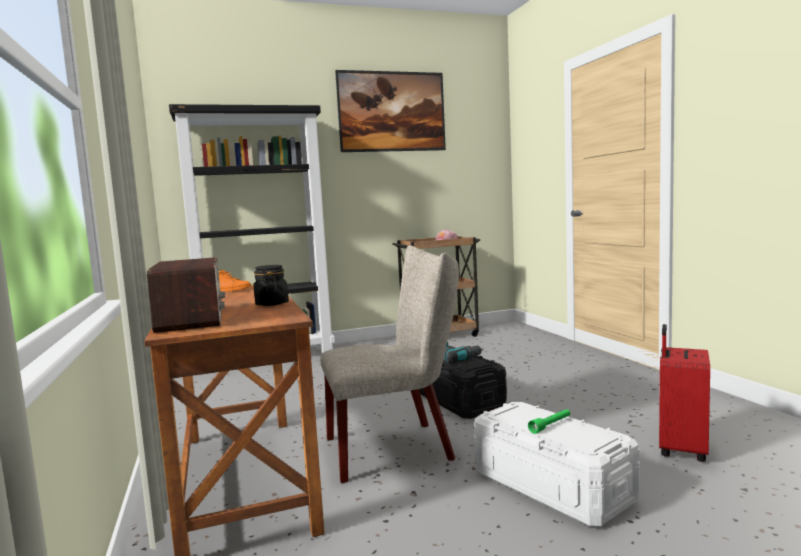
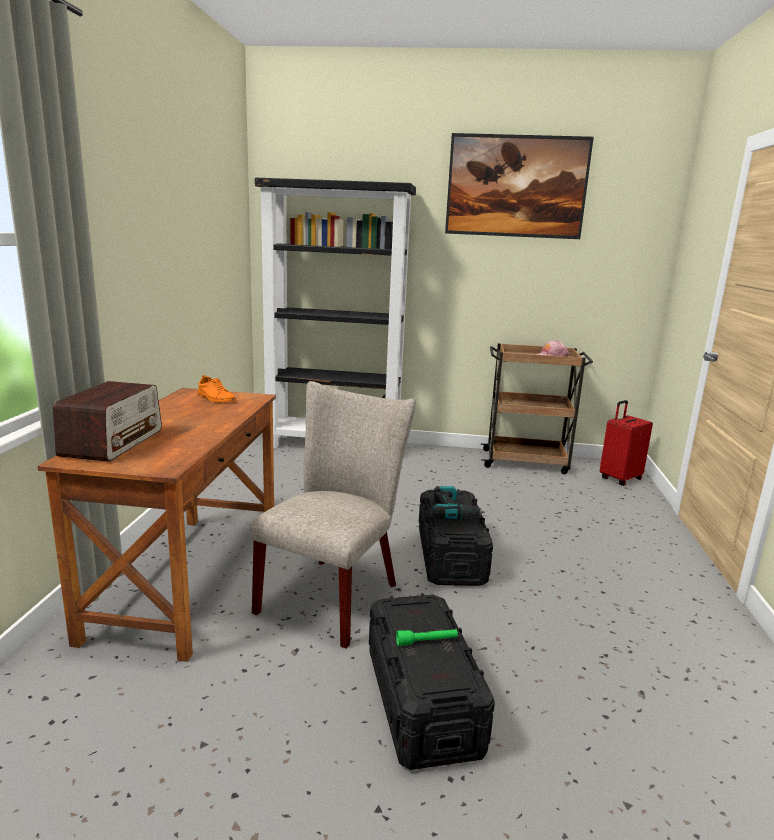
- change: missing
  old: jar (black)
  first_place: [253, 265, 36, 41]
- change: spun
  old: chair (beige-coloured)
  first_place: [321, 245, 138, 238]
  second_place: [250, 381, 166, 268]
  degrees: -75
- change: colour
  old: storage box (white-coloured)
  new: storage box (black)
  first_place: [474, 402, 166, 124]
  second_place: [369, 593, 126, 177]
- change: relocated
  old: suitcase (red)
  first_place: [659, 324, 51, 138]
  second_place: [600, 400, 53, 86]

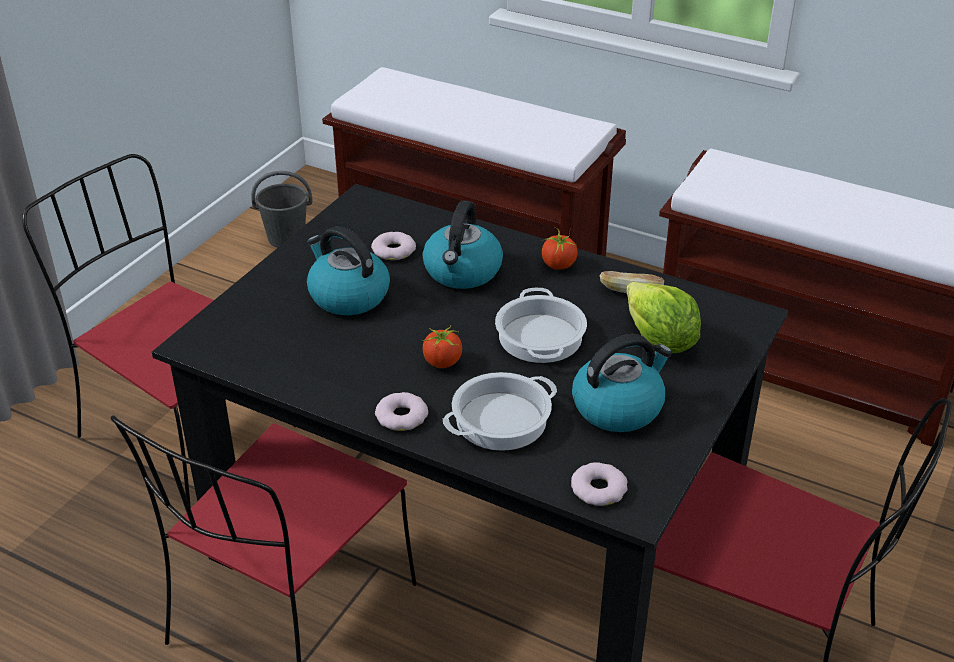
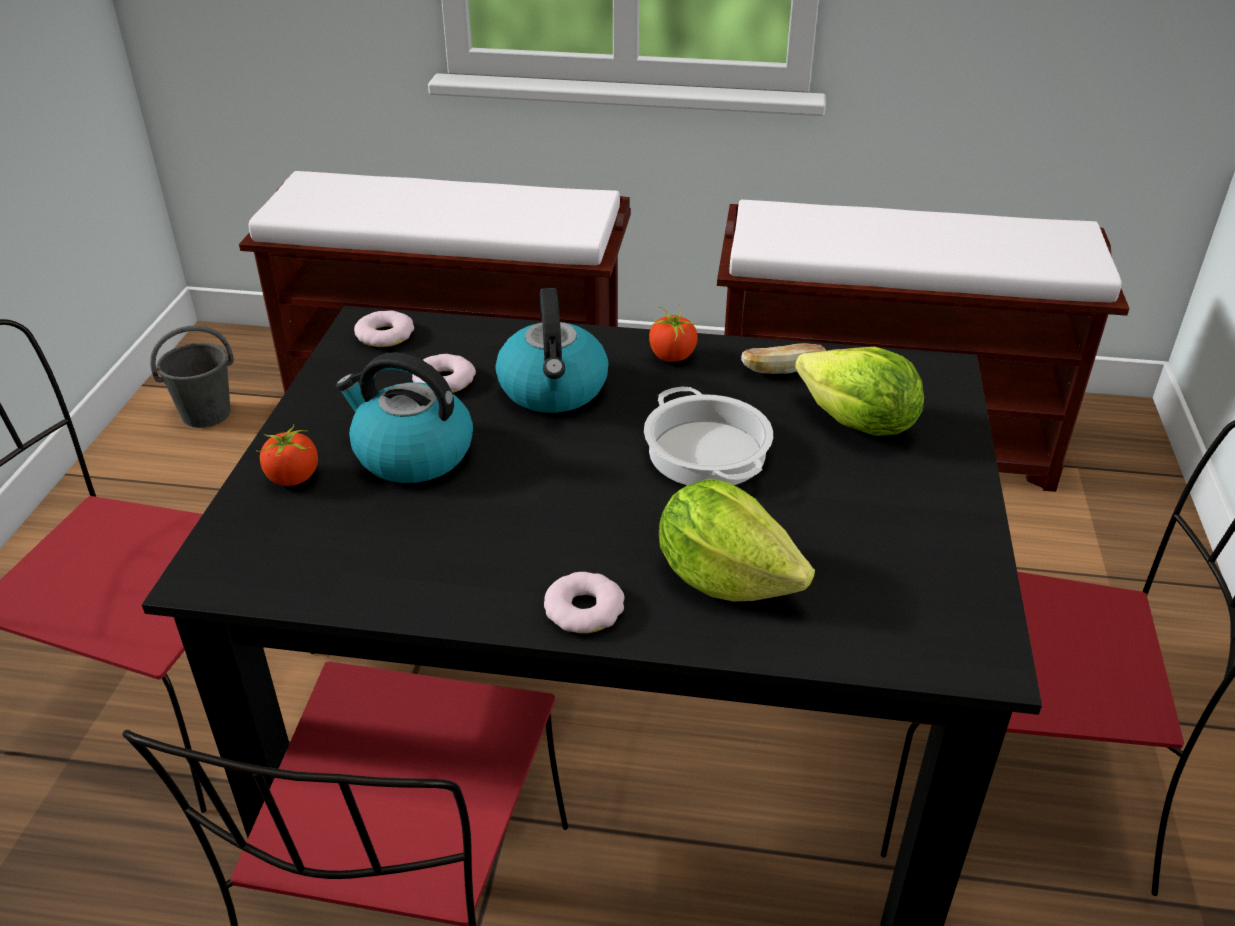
- change: relocated
  old: whole tomato
  first_place: [421, 325, 41, 43]
  second_place: [256, 424, 62, 62]
- change: exchanged
  old: saucepot
  new: lettuce head
  first_place: [442, 372, 115, 79]
  second_place: [659, 479, 156, 123]
- change: relocated
  old: ring doughnut
  first_place: [571, 462, 56, 44]
  second_place: [354, 310, 60, 37]
- change: missing
  old: water kettle
  first_place: [572, 334, 100, 98]

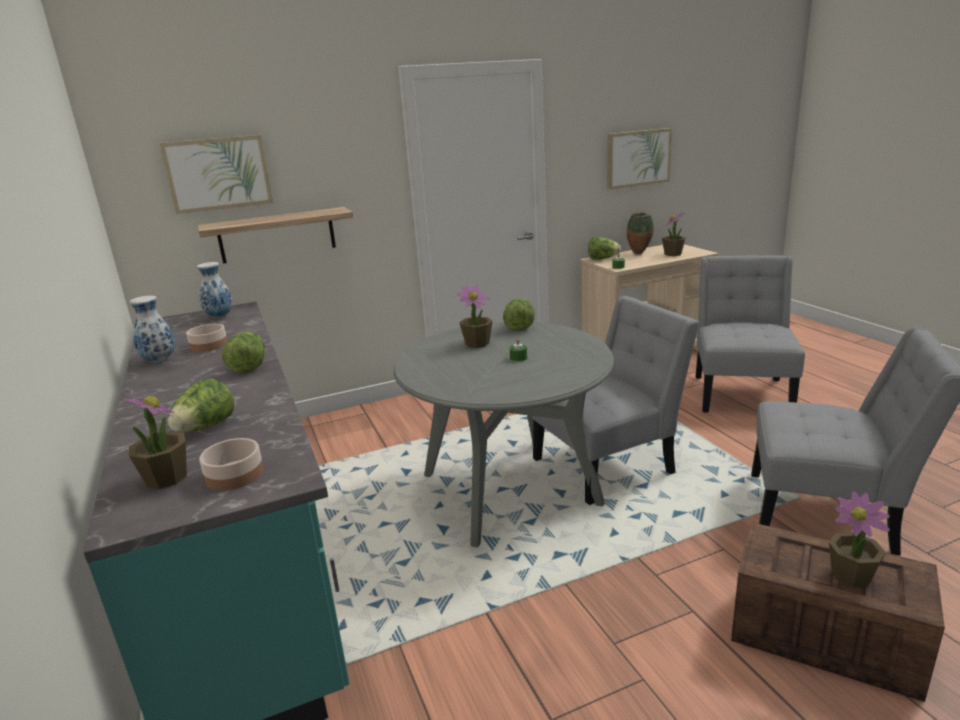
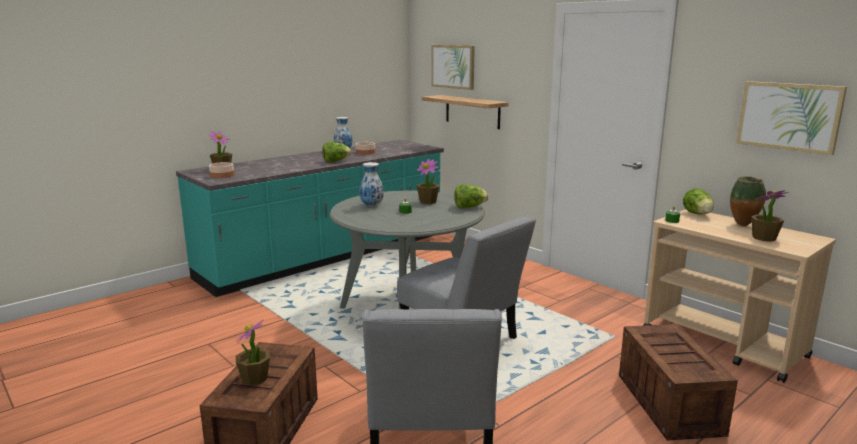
- change: missing
  old: lettuce head
  first_place: [168, 379, 66, 53]
- change: relocated
  old: flower vase
  first_place: [197, 262, 36, 56]
  second_place: [359, 162, 25, 44]
- change: exchanged
  old: chair (grey)
  new: shipping crate
  first_place: [695, 255, 110, 158]
  second_place: [619, 324, 119, 117]

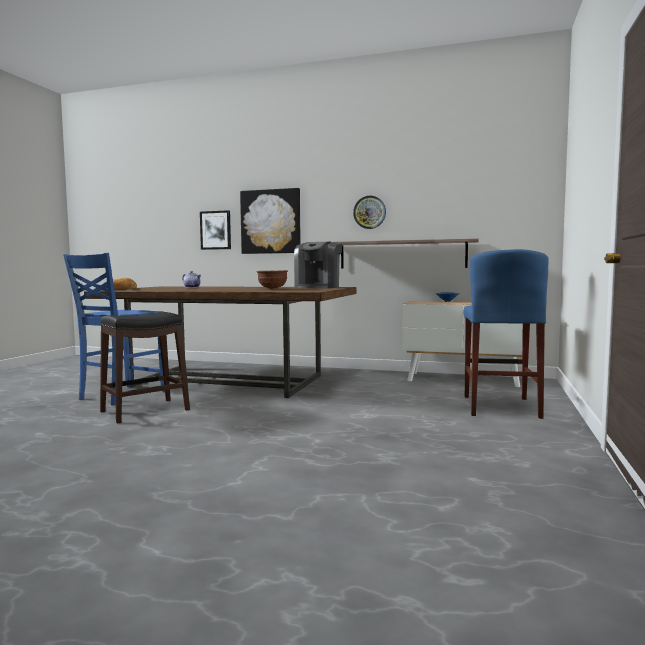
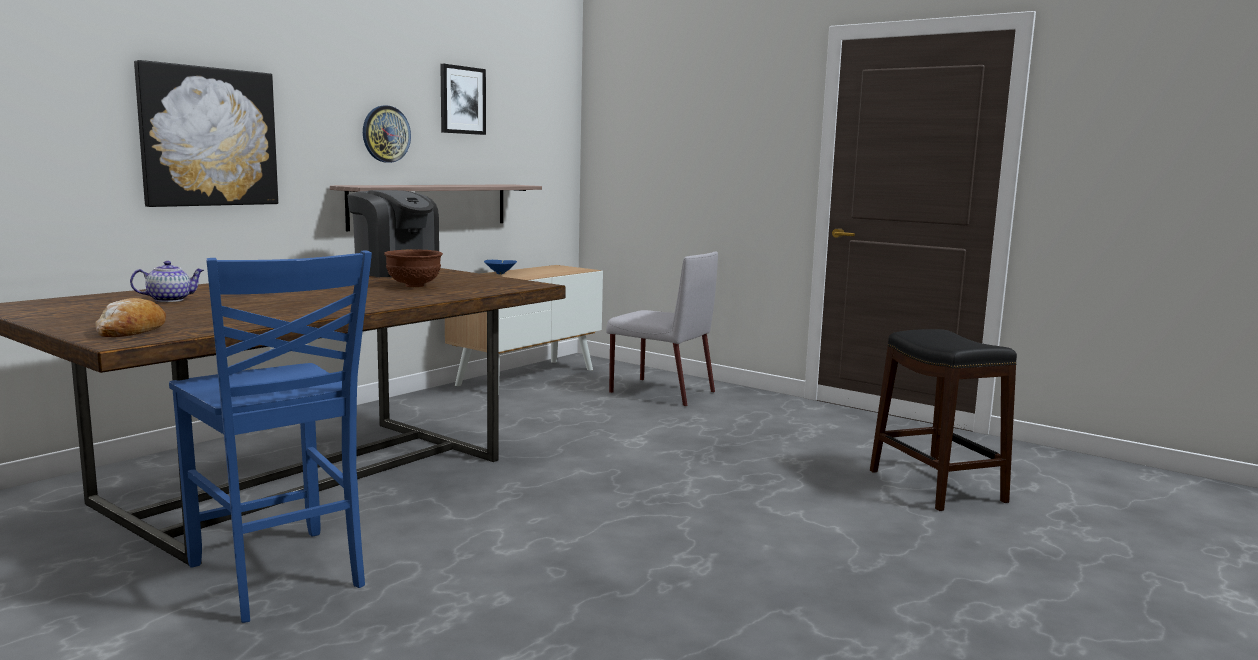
- change: relocated
  old: stool (black)
  first_place: [100, 312, 90, 111]
  second_place: [870, 329, 147, 182]
- change: relocated
  old: picture
  first_place: [200, 210, 31, 40]
  second_place: [440, 64, 46, 71]
- change: exchanged
  old: stool (blue-coloured)
  new: chair (grey)
  first_place: [464, 249, 84, 170]
  second_place: [606, 251, 112, 156]

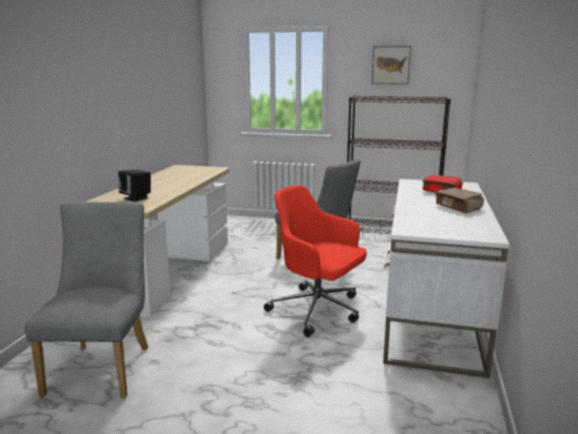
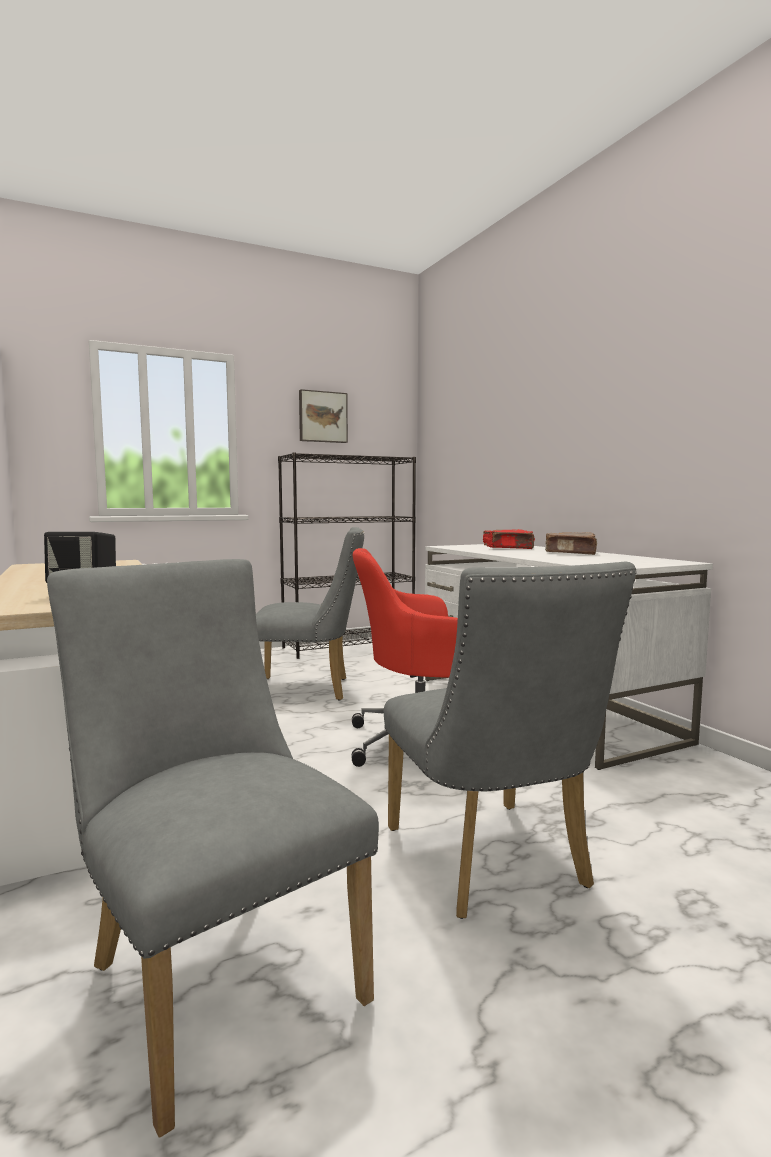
- change: appeared
  new: chair (grey)
  second_place: [384, 562, 253, 357]

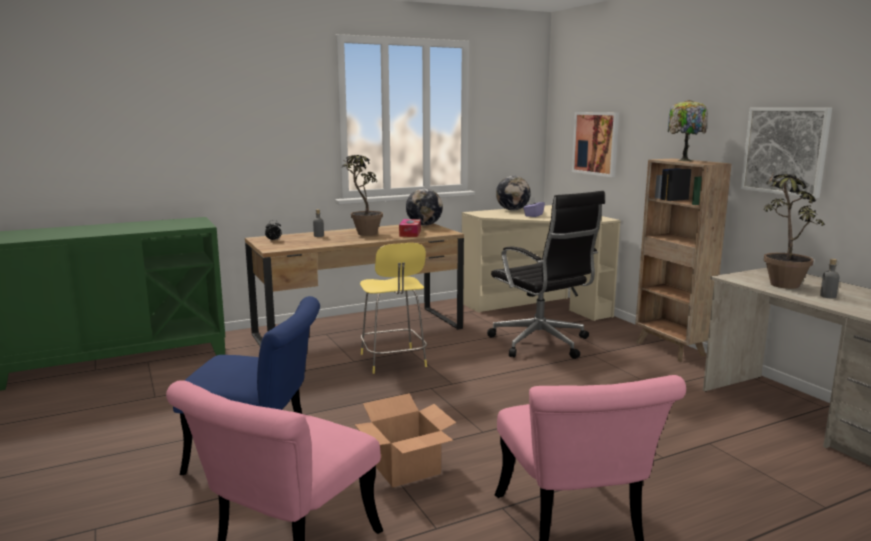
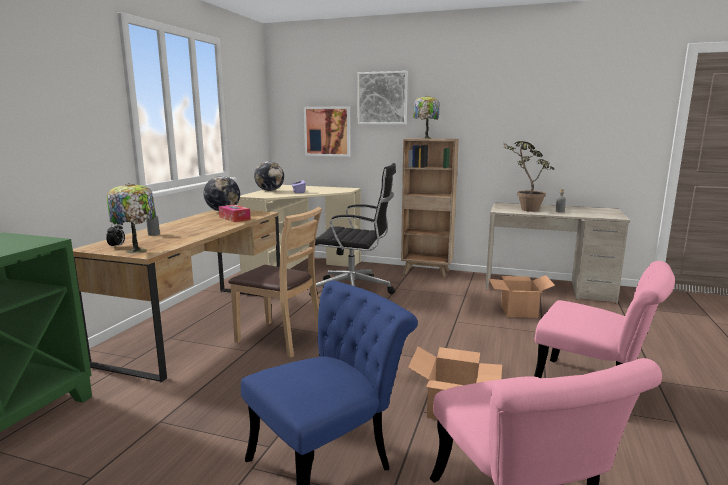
- change: missing
  old: plant in a pot
  first_place: [341, 155, 42, 81]
- change: exchanged
  old: stool (yellow-coloured)
  new: chair (brownish)
  first_place: [360, 243, 67, 131]
  second_place: [228, 207, 94, 151]
- change: relocated
  old: picture
  first_place: [741, 108, 91, 91]
  second_place: [357, 71, 51, 54]
- change: appeared
  new: lamp for a table
  second_place: [107, 183, 49, 71]
- change: appeared
  new: packing box
  second_place: [489, 275, 66, 43]

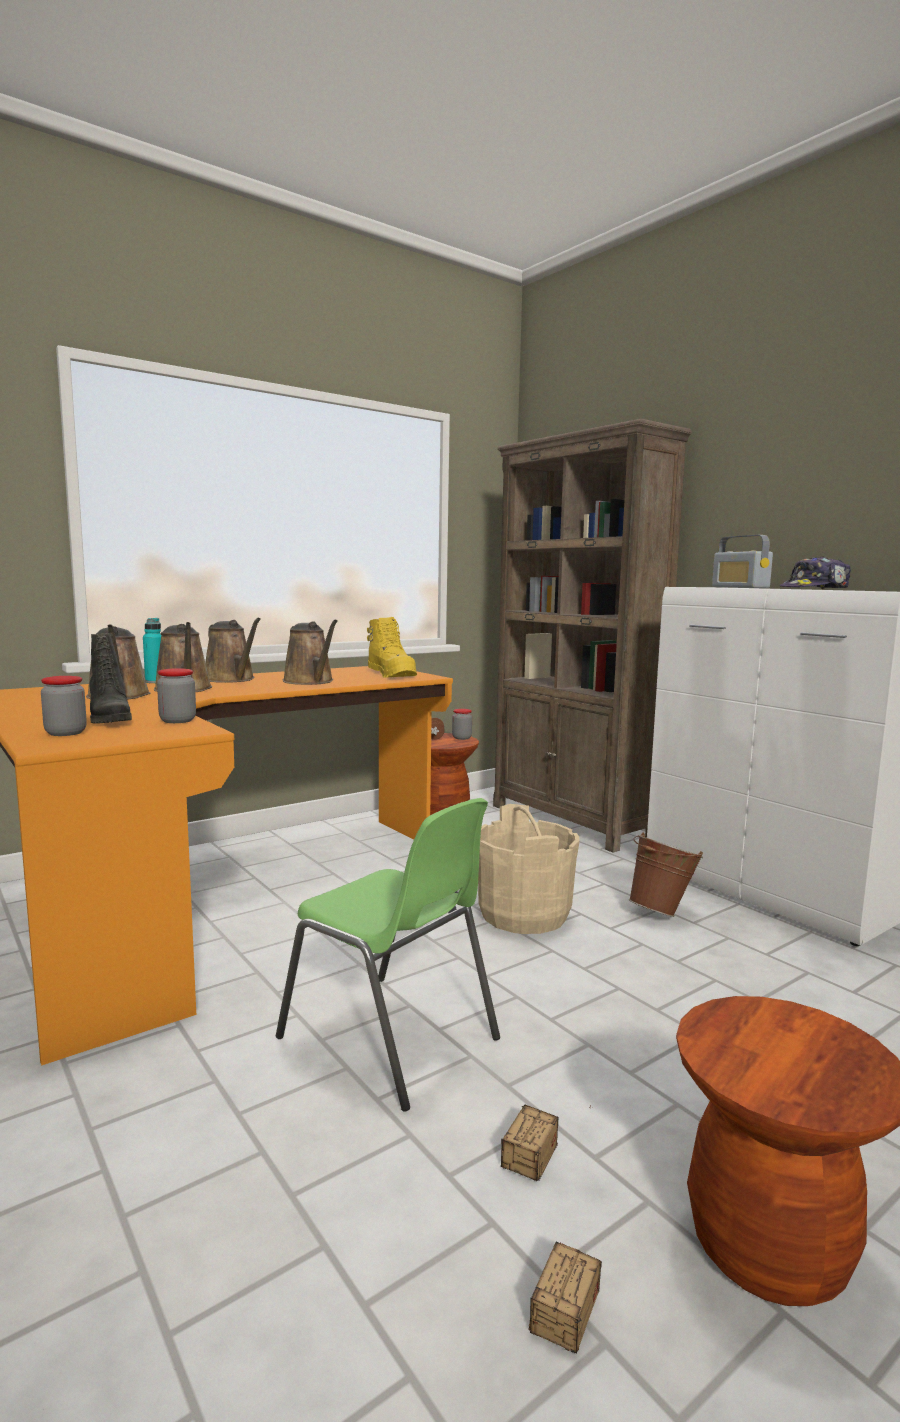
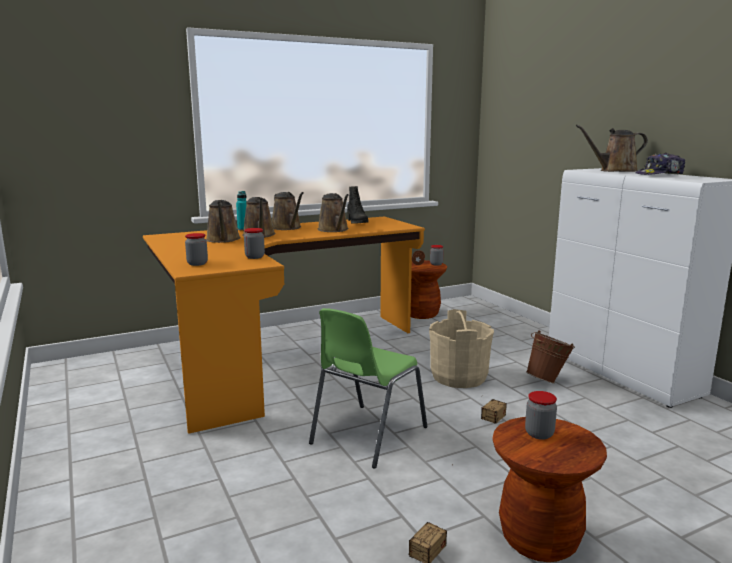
- change: relocated
  old: high-top boot (black)
  first_place: [89, 633, 43, 91]
  second_place: [347, 186, 22, 38]
- change: spun
  old: chair (greenish)
  first_place: [276, 798, 224, 314]
  second_place: [309, 308, 119, 160]
  degrees: 75
- change: missing
  old: high-top boot (yellow-coloured)
  first_place: [367, 617, 50, 61]
- change: missing
  old: bookcase (brownish)
  first_place: [493, 419, 199, 433]
- change: relocated
  old: storage box
  first_place: [501, 1104, 58, 77]
  second_place: [481, 399, 26, 25]
- change: exchanged
  old: radio set
  new: sprinkling can (brownish)
  first_place: [712, 535, 61, 53]
  second_place: [576, 125, 72, 47]
- change: appeared
  new: jar
  second_place: [525, 391, 32, 49]

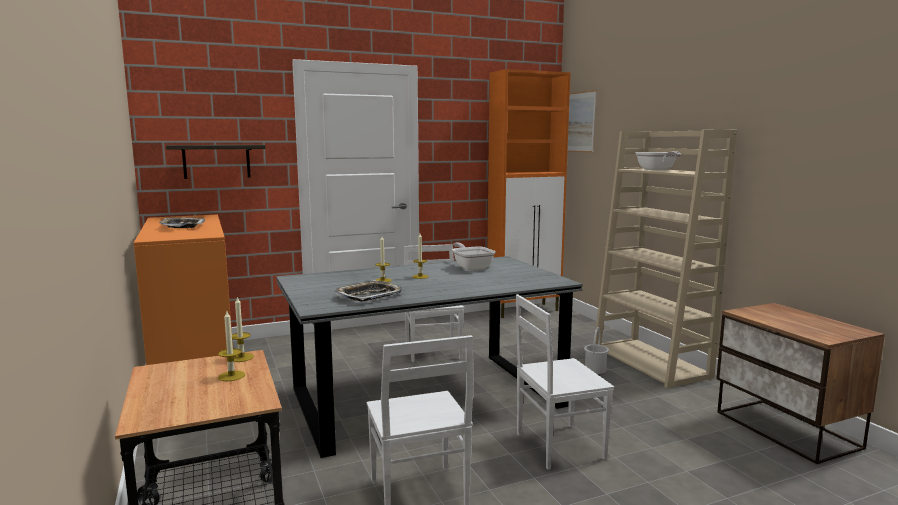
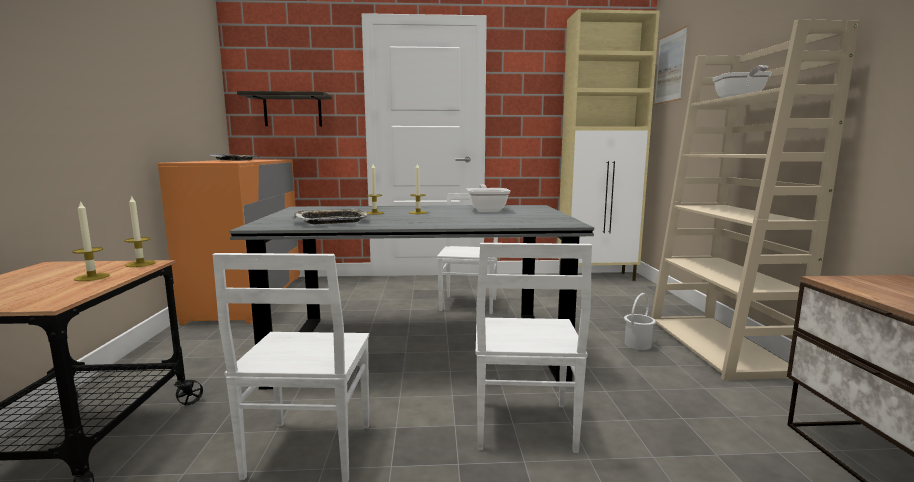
- change: colour
  old: cabinet (orange-coloured)
  new: cabinet (beige-coloured)
  first_place: [487, 69, 84, 249]
  second_place: [558, 9, 102, 272]
- change: spun
  old: chair (white-coloured)
  first_place: [516, 294, 98, 176]
  second_place: [476, 243, 116, 210]
  degrees: -90

